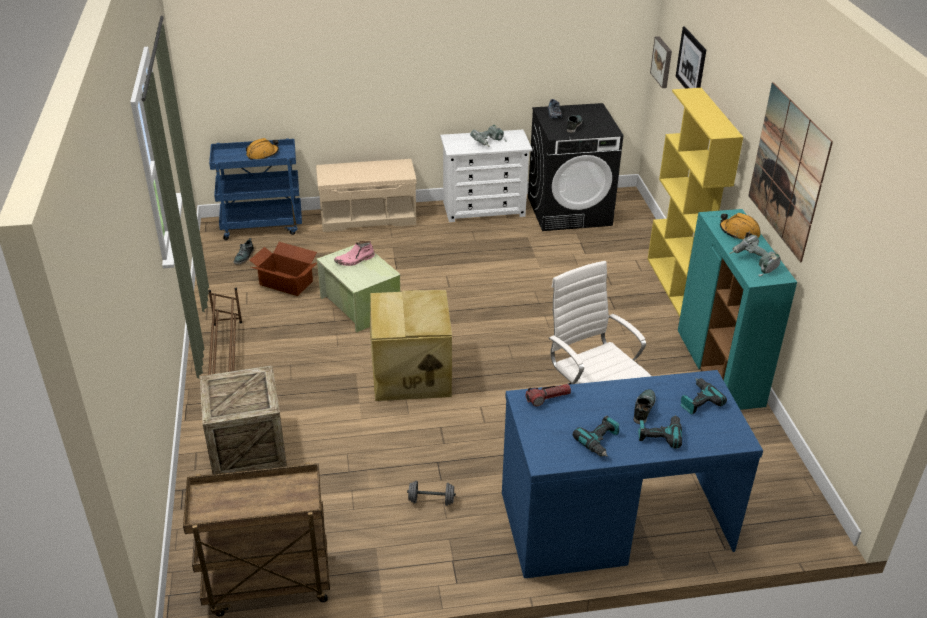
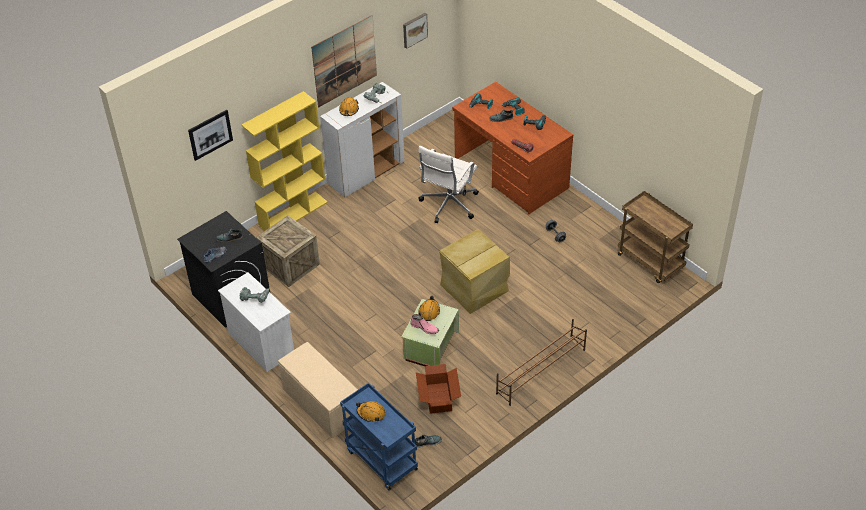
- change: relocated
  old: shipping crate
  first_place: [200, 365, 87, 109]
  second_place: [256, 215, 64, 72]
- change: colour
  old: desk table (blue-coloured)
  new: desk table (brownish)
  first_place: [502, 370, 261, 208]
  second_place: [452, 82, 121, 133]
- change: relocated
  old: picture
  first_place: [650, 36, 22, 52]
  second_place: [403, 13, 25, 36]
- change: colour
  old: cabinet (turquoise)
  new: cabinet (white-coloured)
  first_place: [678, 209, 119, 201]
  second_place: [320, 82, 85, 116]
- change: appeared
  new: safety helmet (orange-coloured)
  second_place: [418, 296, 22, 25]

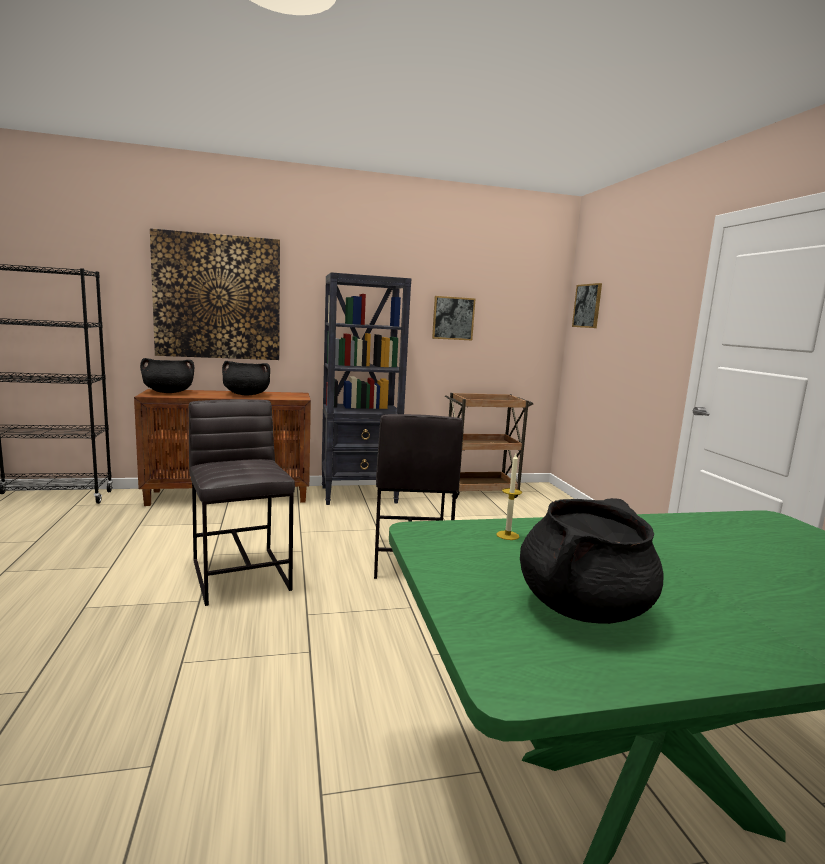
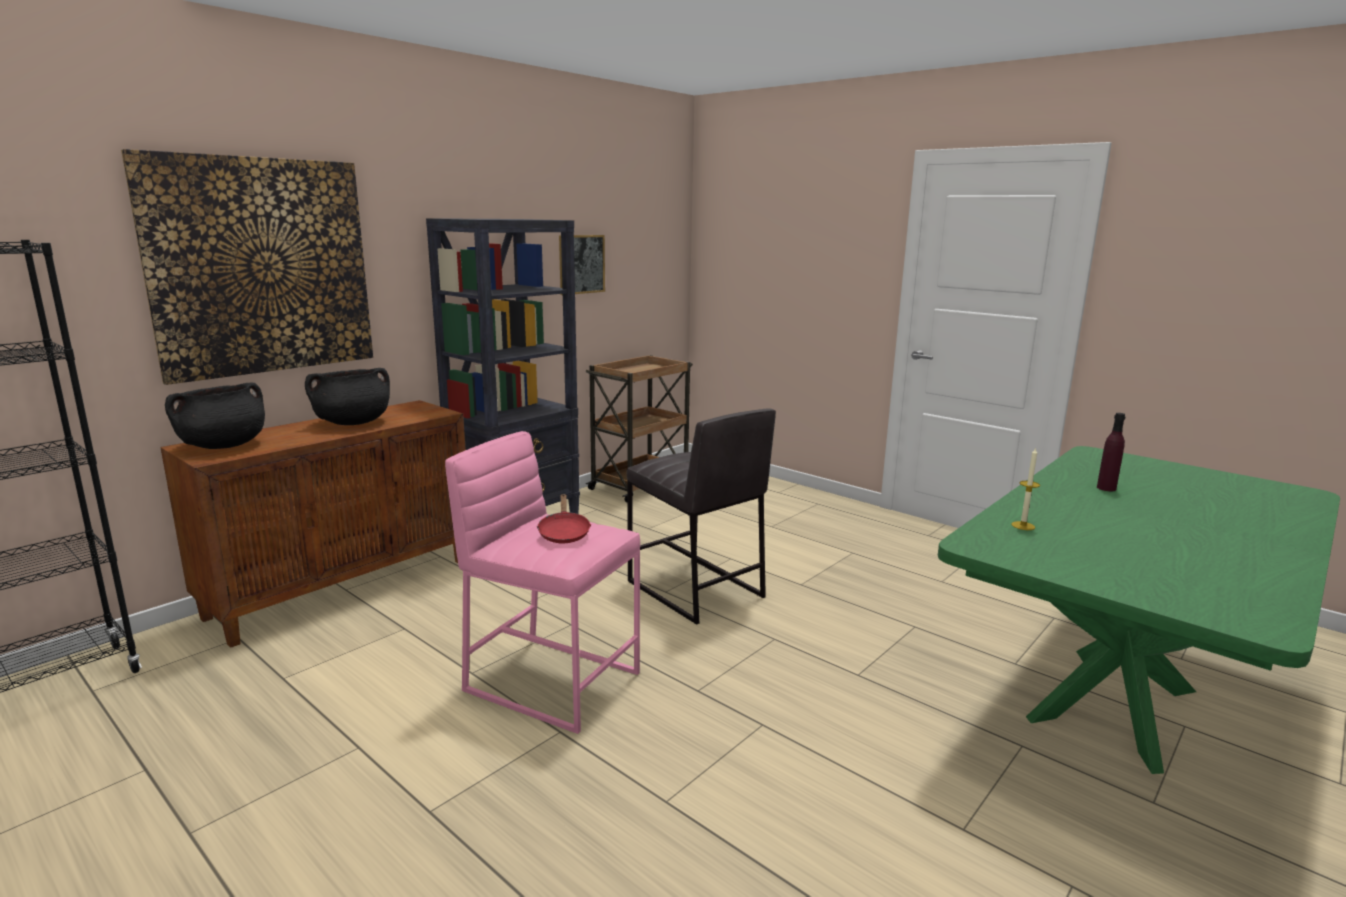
- change: colour
  old: stool (grey)
  new: stool (pink)
  first_place: [189, 399, 106, 207]
  second_place: [445, 431, 195, 303]
- change: missing
  old: saucepot (black)
  first_place: [520, 498, 143, 126]
- change: missing
  old: picture
  first_place: [572, 283, 30, 45]
- change: appeared
  new: frying pan (red)
  second_place: [537, 494, 54, 49]
- change: appeared
  new: bottle (purple-coloured)
  second_place: [1097, 413, 29, 78]

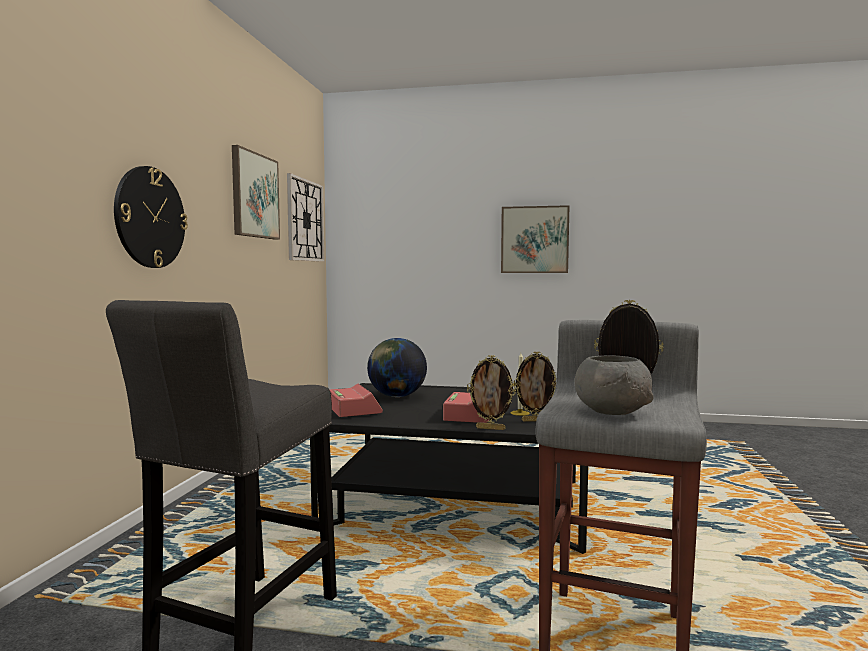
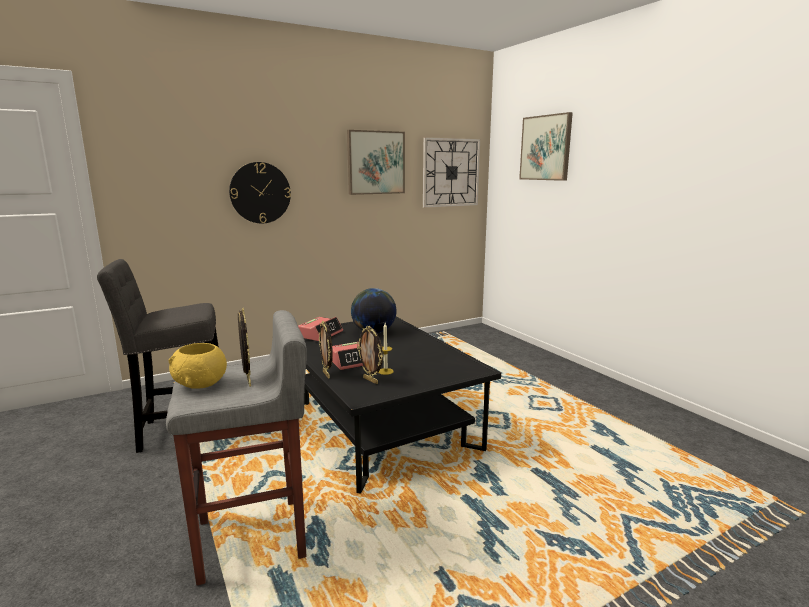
- change: relocated
  old: picture
  first_place: [501, 205, 69, 68]
  second_place: [519, 112, 54, 69]
- change: colour
  old: bowl (grey)
  new: bowl (yellow-coloured)
  first_place: [575, 356, 78, 59]
  second_place: [169, 343, 58, 46]

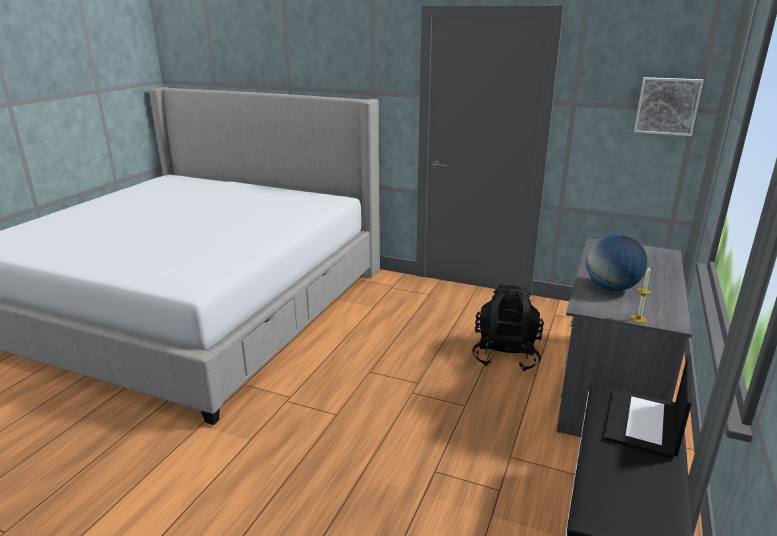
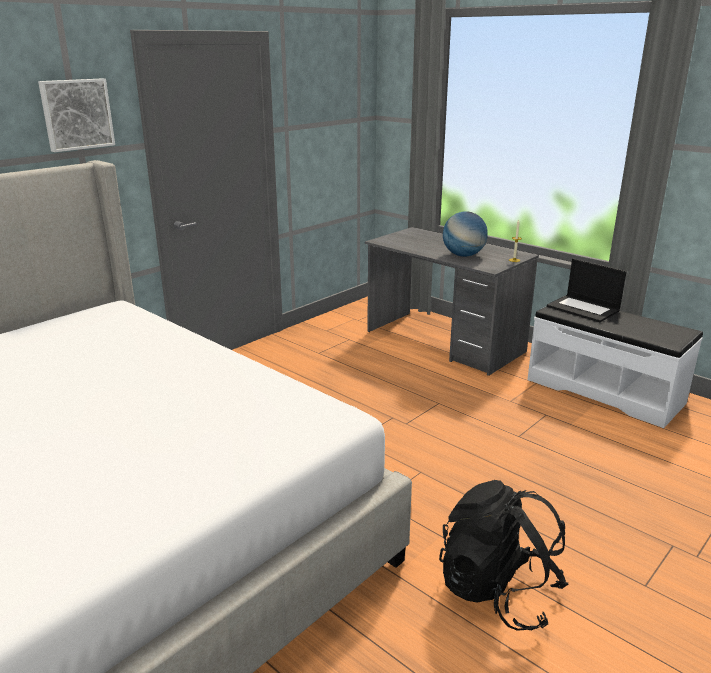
- change: relocated
  old: backpack (black)
  first_place: [472, 285, 72, 87]
  second_place: [439, 480, 129, 151]
- change: relocated
  old: picture
  first_place: [634, 77, 70, 59]
  second_place: [38, 78, 77, 74]

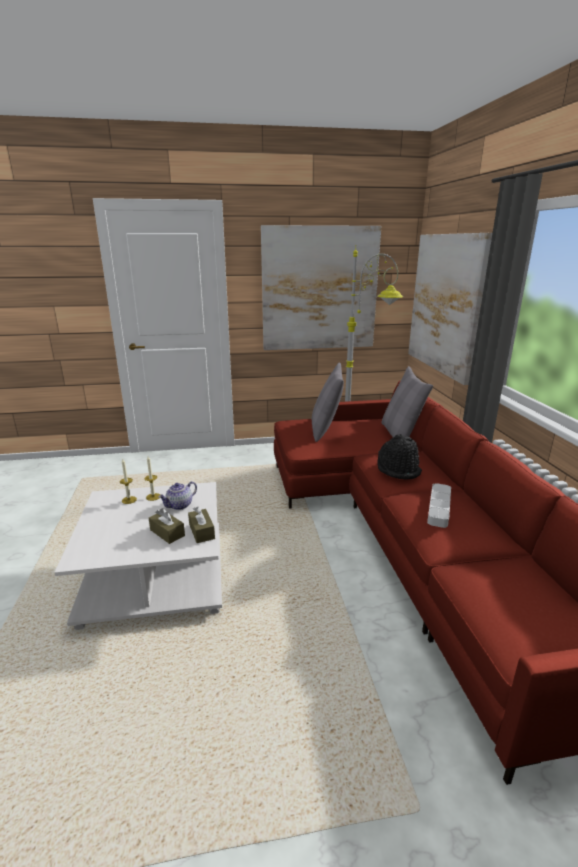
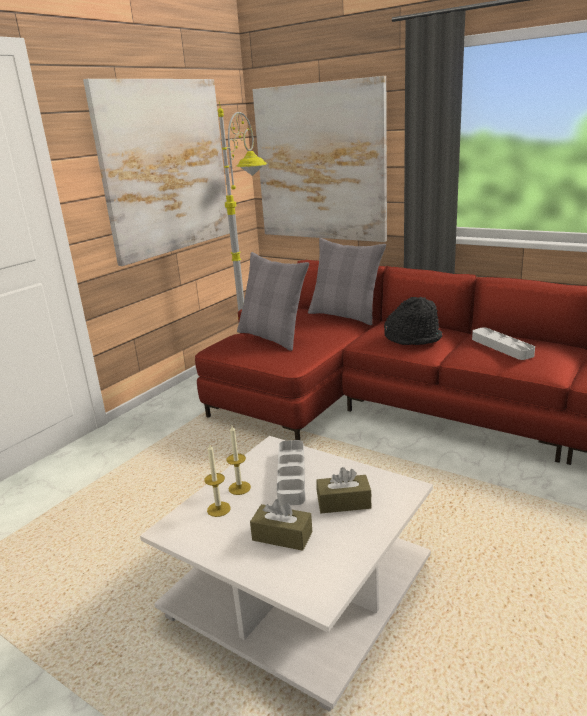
- change: exchanged
  old: teapot
  new: carrying tray (grey)
  first_place: [158, 481, 39, 29]
  second_place: [277, 440, 28, 65]
- change: relocated
  old: tissue box (brownish)
  first_place: [188, 506, 27, 37]
  second_place: [250, 499, 62, 52]

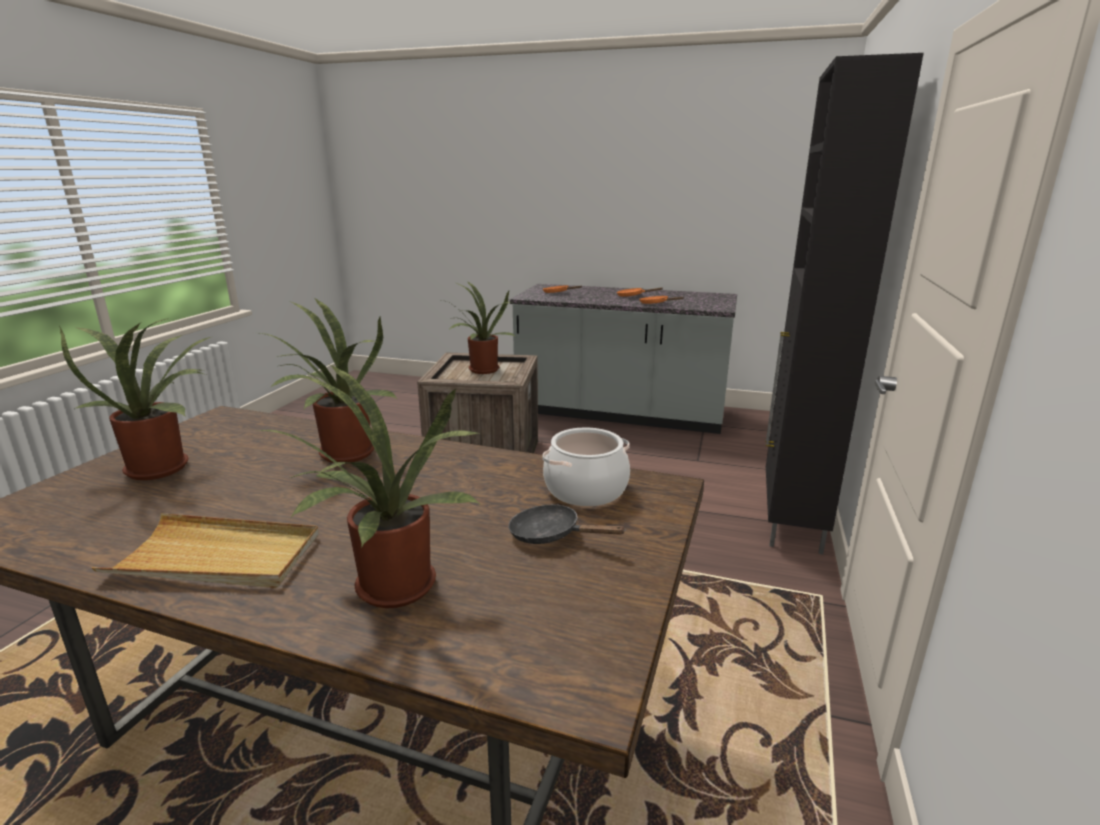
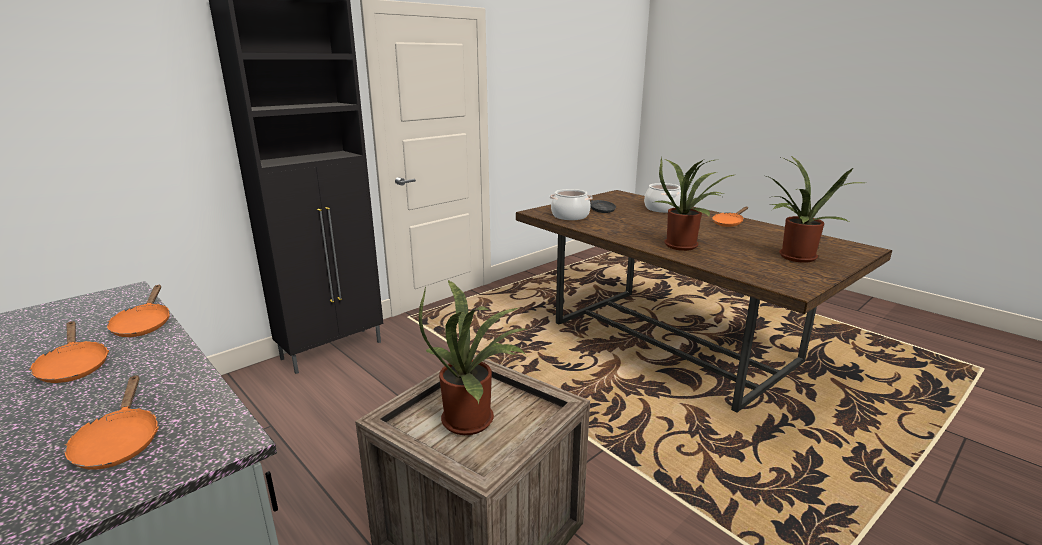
- change: exchanged
  old: carrying tray (beige-coloured)
  new: frying pan (orange-coloured)
  first_place: [92, 513, 227, 75]
  second_place: [712, 207, 36, 20]
- change: exchanged
  old: plant in a pot
  new: saucepot
  first_place: [258, 365, 222, 243]
  second_place: [644, 183, 37, 30]

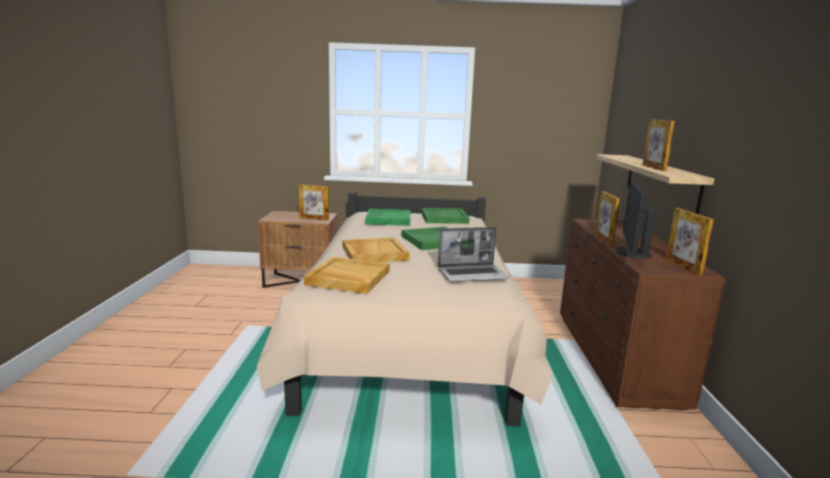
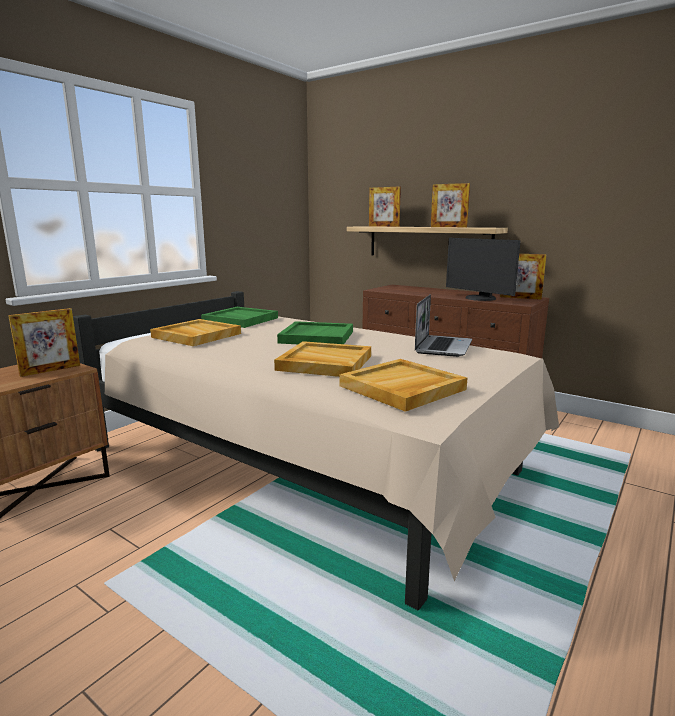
- change: colour
  old: carrying tray (greenish)
  new: carrying tray (beige-coloured)
  first_place: [365, 209, 45, 17]
  second_place: [150, 319, 91, 27]
- change: relocated
  old: picture frame
  first_place: [595, 191, 25, 56]
  second_place: [369, 186, 32, 41]

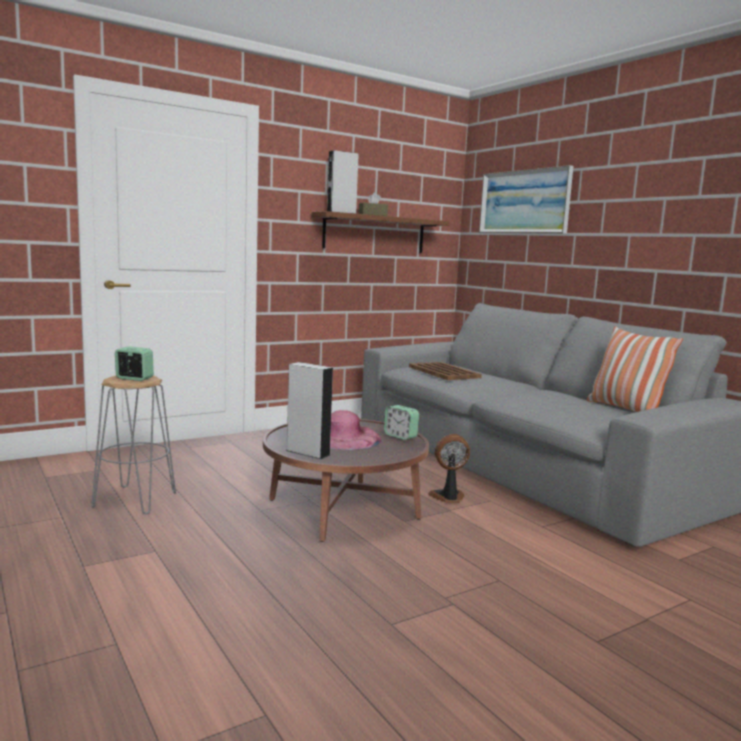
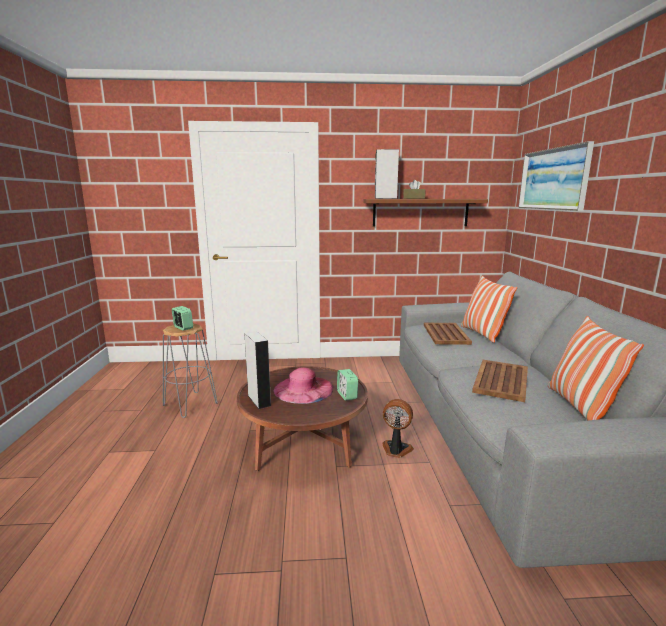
- change: appeared
  new: cushion
  second_place: [461, 276, 56, 67]
- change: appeared
  new: carrying tray (brownish)
  second_place: [472, 360, 56, 42]

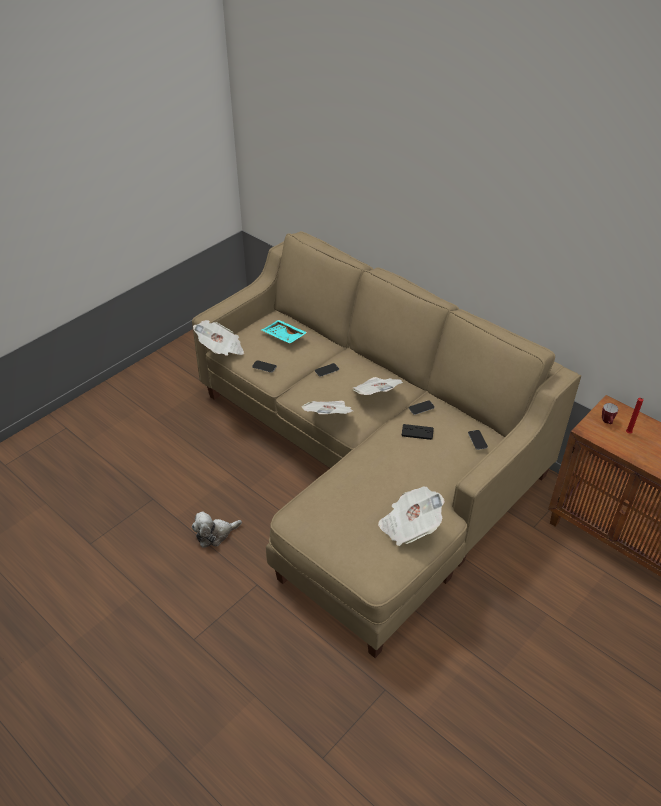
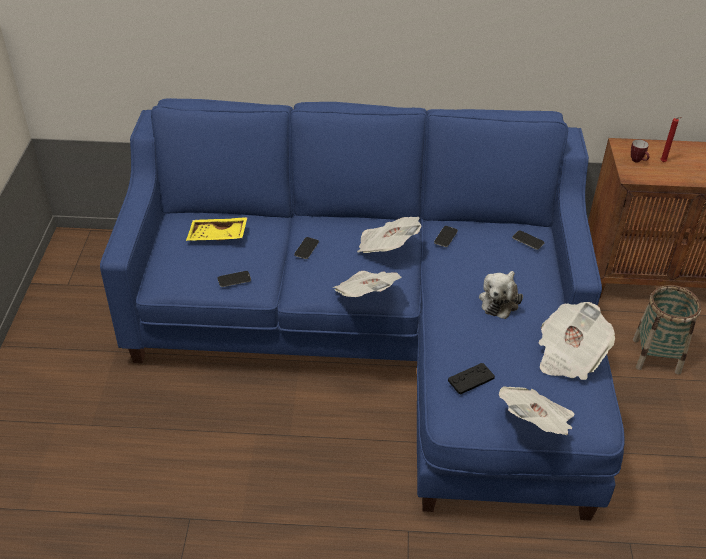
- change: colour
  old: sofa (beige-coloured)
  new: sofa (blue-coloured)
  first_place: [192, 231, 389, 427]
  second_place: [100, 98, 525, 423]
- change: relocated
  old: soft toy
  first_place: [192, 512, 50, 36]
  second_place: [479, 271, 44, 48]
- change: relocated
  old: daily paper
  first_place: [193, 320, 51, 36]
  second_place: [499, 387, 76, 48]
- change: colour
  old: carrying tray (turquoise)
  new: carrying tray (yellow-coloured)
  first_place: [262, 320, 46, 23]
  second_place: [186, 217, 62, 24]
- change: relocated
  old: game controller (black)
  first_place: [402, 424, 32, 16]
  second_place: [448, 363, 47, 31]
- change: appeared
  new: storage basket
  second_place: [633, 285, 68, 90]

